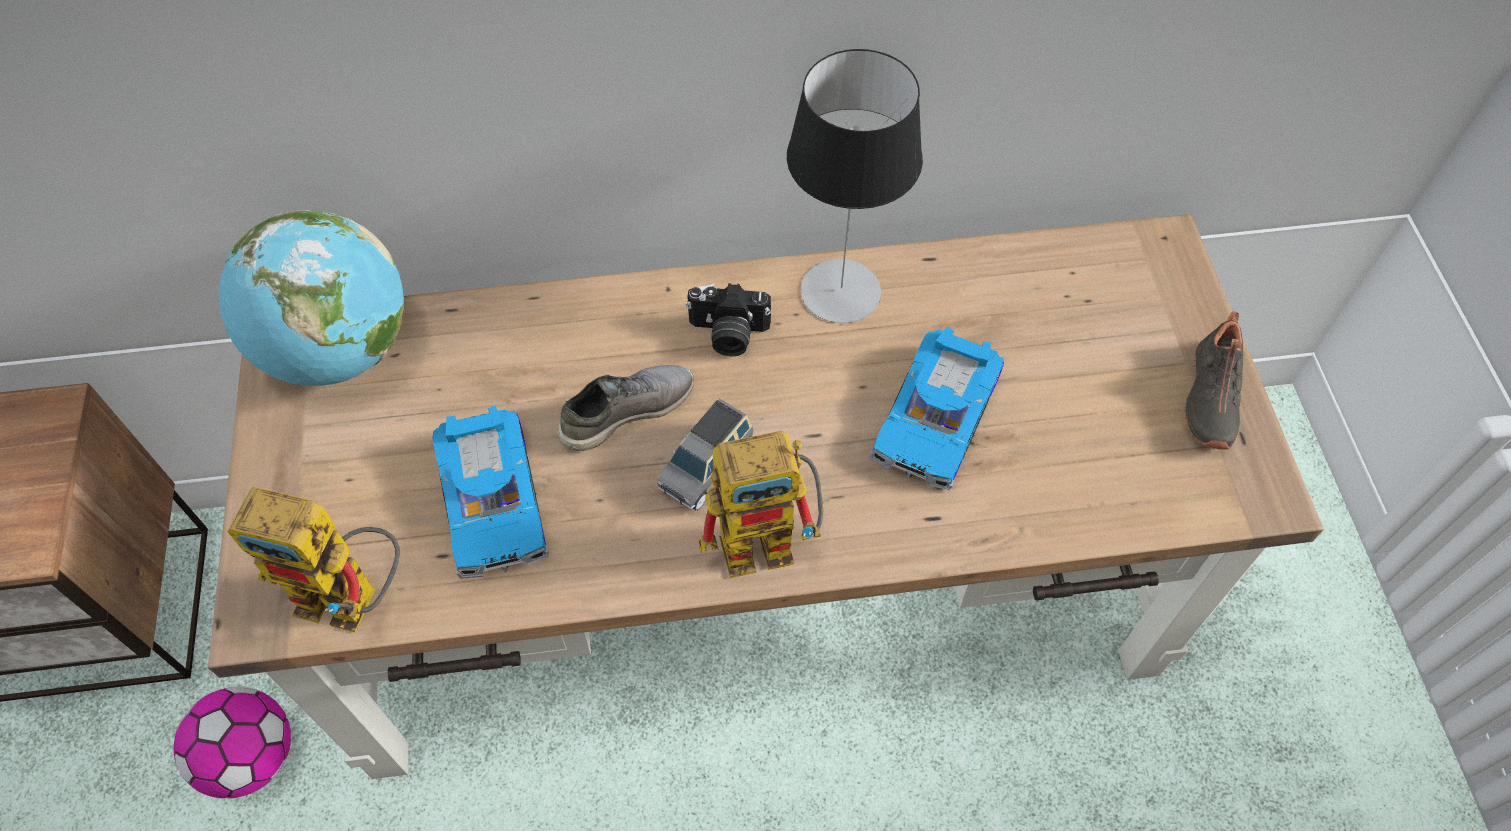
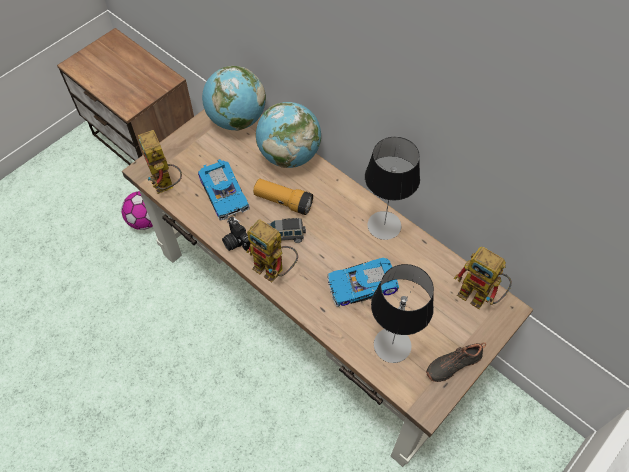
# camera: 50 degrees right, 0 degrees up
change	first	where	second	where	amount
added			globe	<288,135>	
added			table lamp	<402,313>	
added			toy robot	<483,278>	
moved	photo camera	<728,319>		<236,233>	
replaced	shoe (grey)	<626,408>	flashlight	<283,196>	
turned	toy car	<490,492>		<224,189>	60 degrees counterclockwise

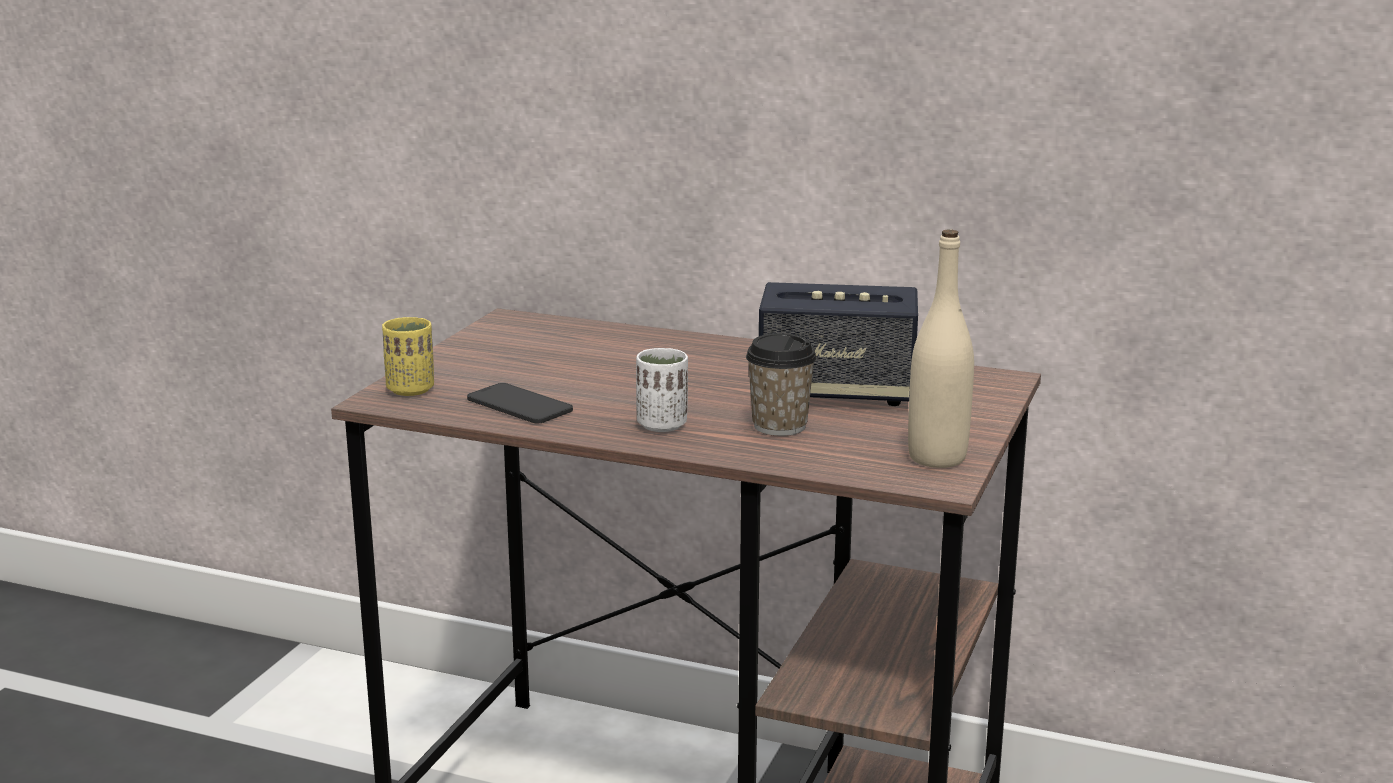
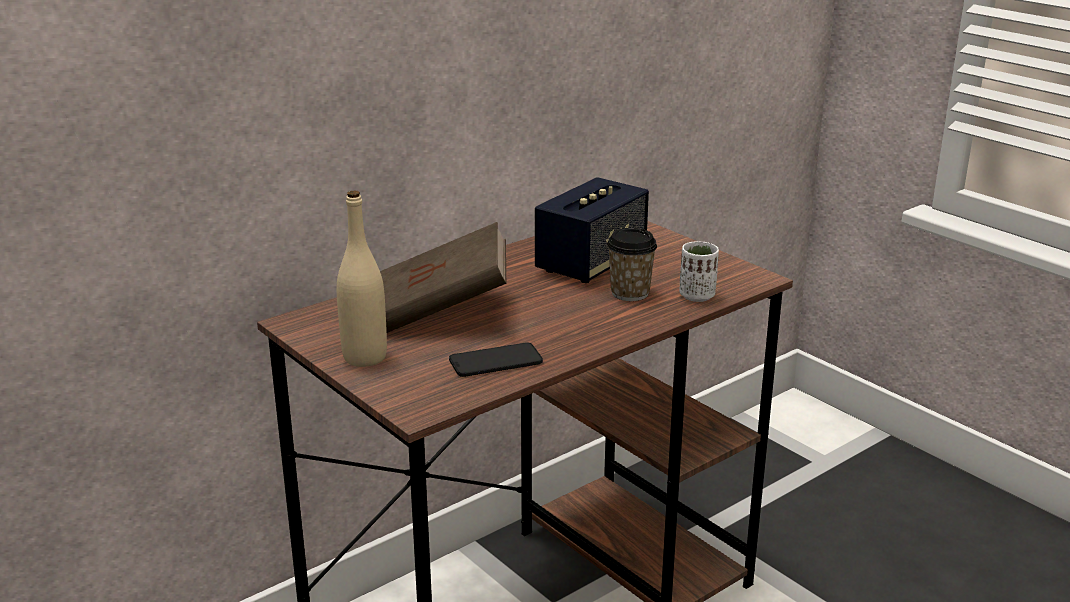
# camera: 60 degrees left, 5 degrees up
change	first	where	second	where	amount
removed	cup (yellow)	<408,356>			
added			book (brown)	<443,277>	
moved	cup (white)	<662,390>		<699,271>	
moved	bottle (beige)	<941,348>		<362,278>	

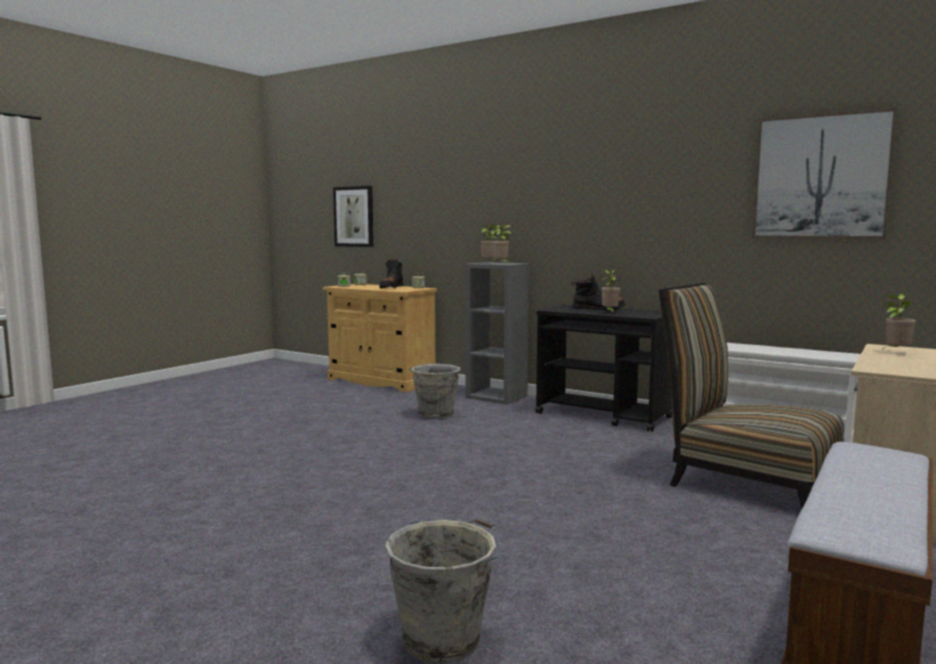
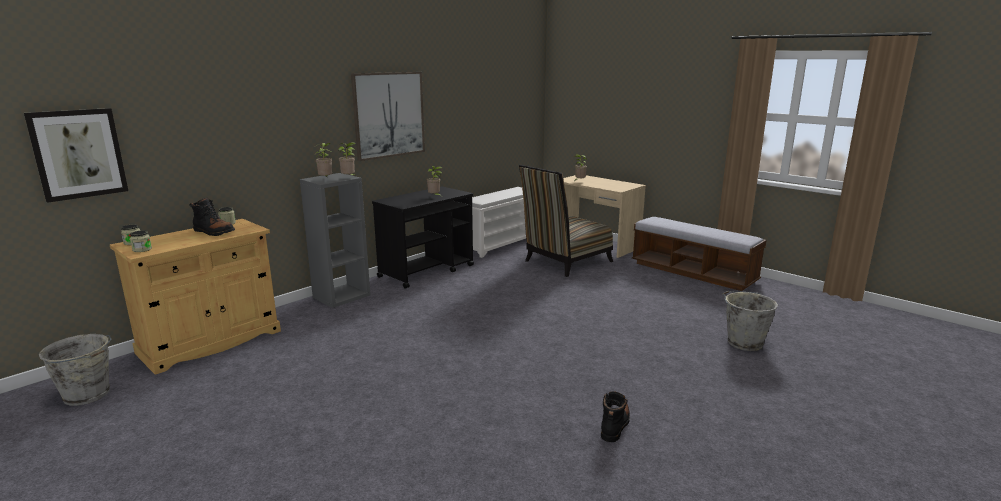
# camera: 80 degrees left, 10 degrees up
change	first	where	second	where	amount
moved	bucket (grey)	<434,391>		<75,370>	
moved	boot (black)	<598,292>		<615,416>	
moved	picture	<824,173>		<388,116>	

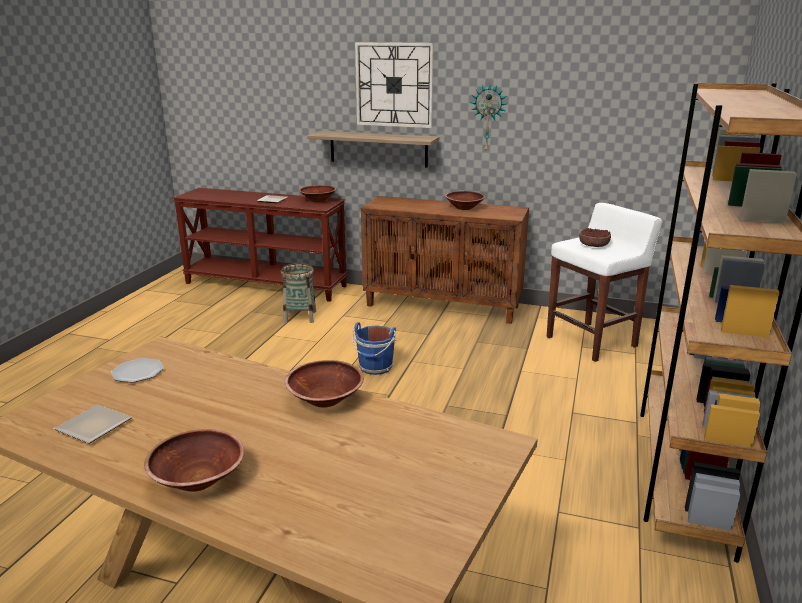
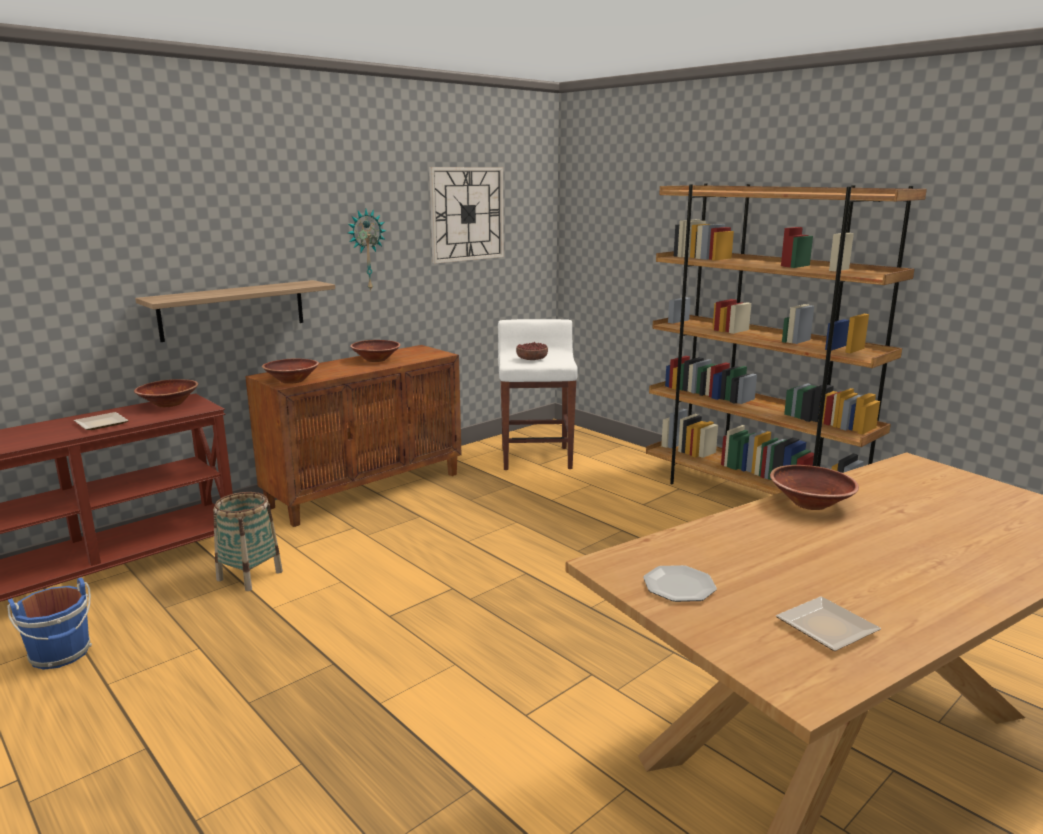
# camera: 60 degrees left, 5 degrees down
change	first	where	second	where	amount
moved	bowl (brown)	<194,460>		<290,371>	
moved	bucket (blue)	<374,348>		<49,623>	
moved	wall clock	<394,85>		<466,215>	

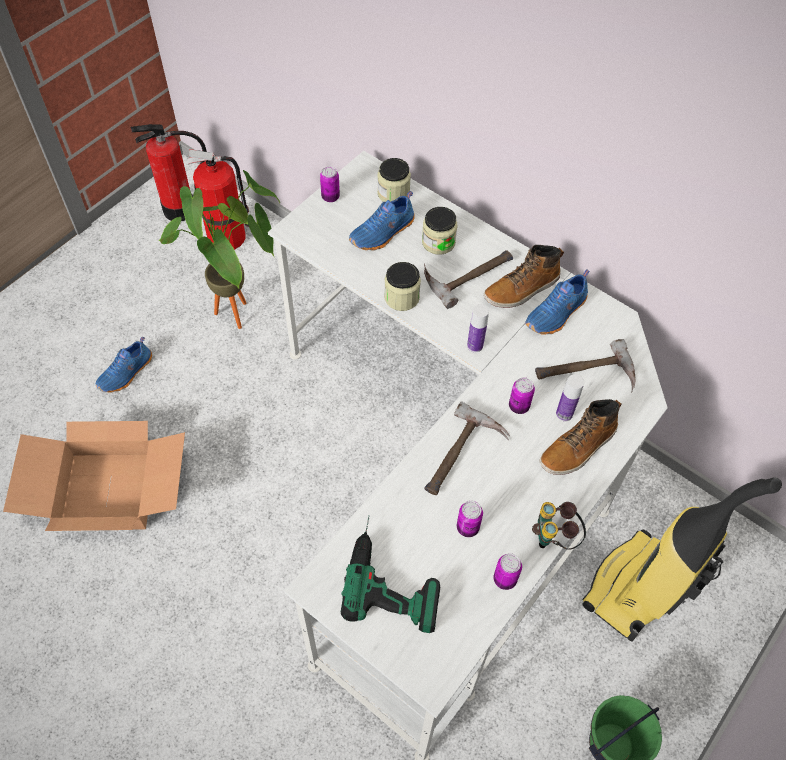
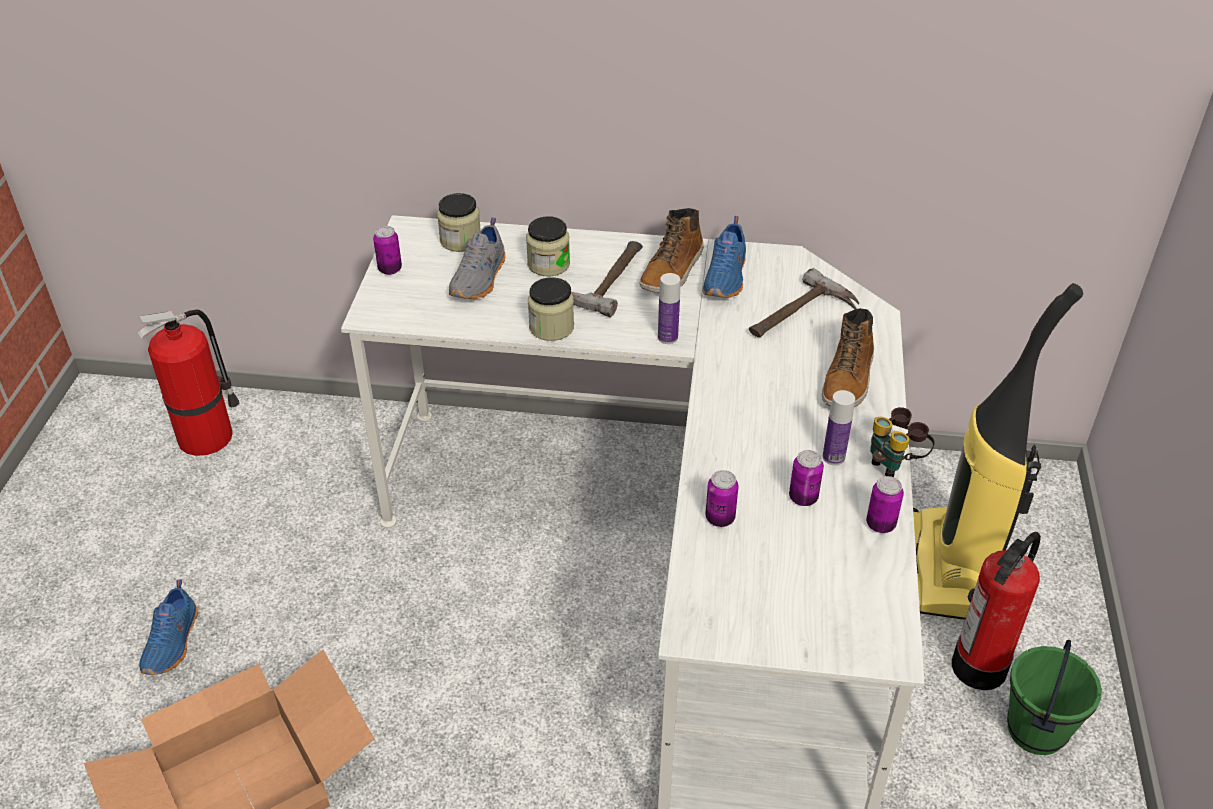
# camera: 30 degrees left, 15 degrees down
change	first	where	second	where	amount
removed	potted plant	<219,249>			
removed	power drill	<390,574>			
removed	hammer	<467,448>			
moved	fire extinguisher	<168,172>		<996,611>	
moved	can	<522,395>		<722,498>	
moved	bottle	<570,398>		<838,427>	
recoloured	shoe (blue)	<382,221>	shoe (grey)	<477,258>	

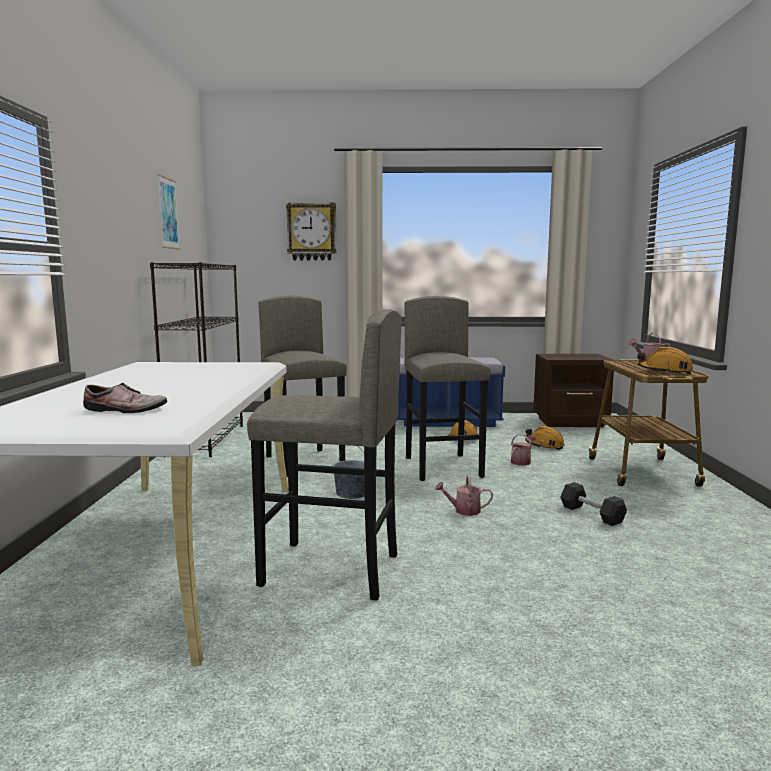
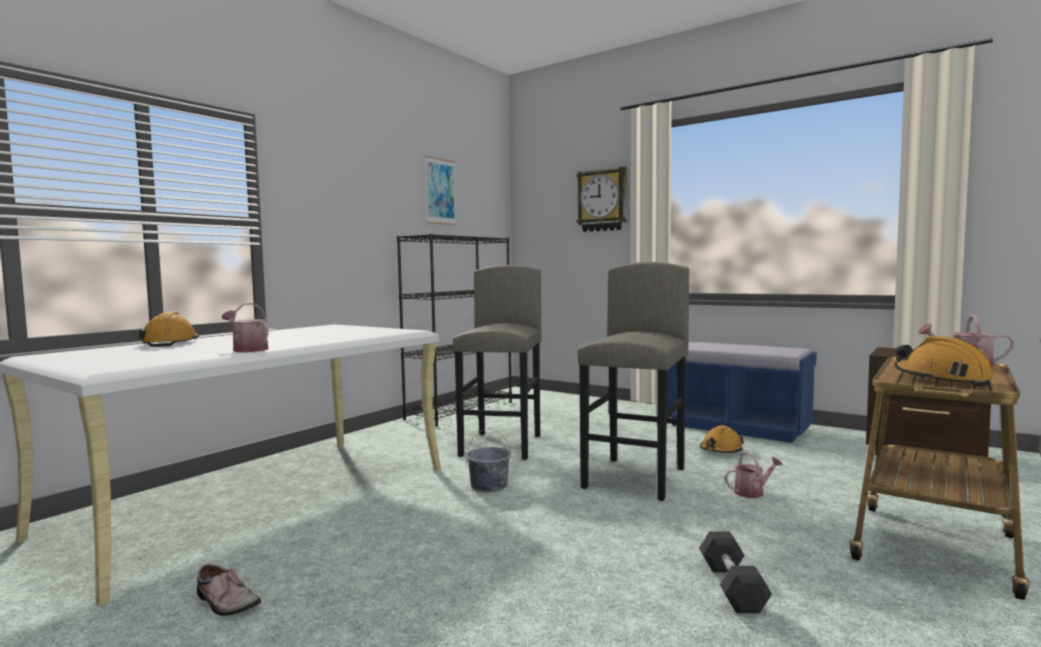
# camera: 35 degrees right, 5 degrees down
change	first	where	second	where	amount
removed	stool (grey)	<324,454>			
moved	shoe	<125,397>		<229,590>	
moved	watering can	<463,495>		<245,327>	
moved	hard hat (orange)	<545,438>		<168,329>	

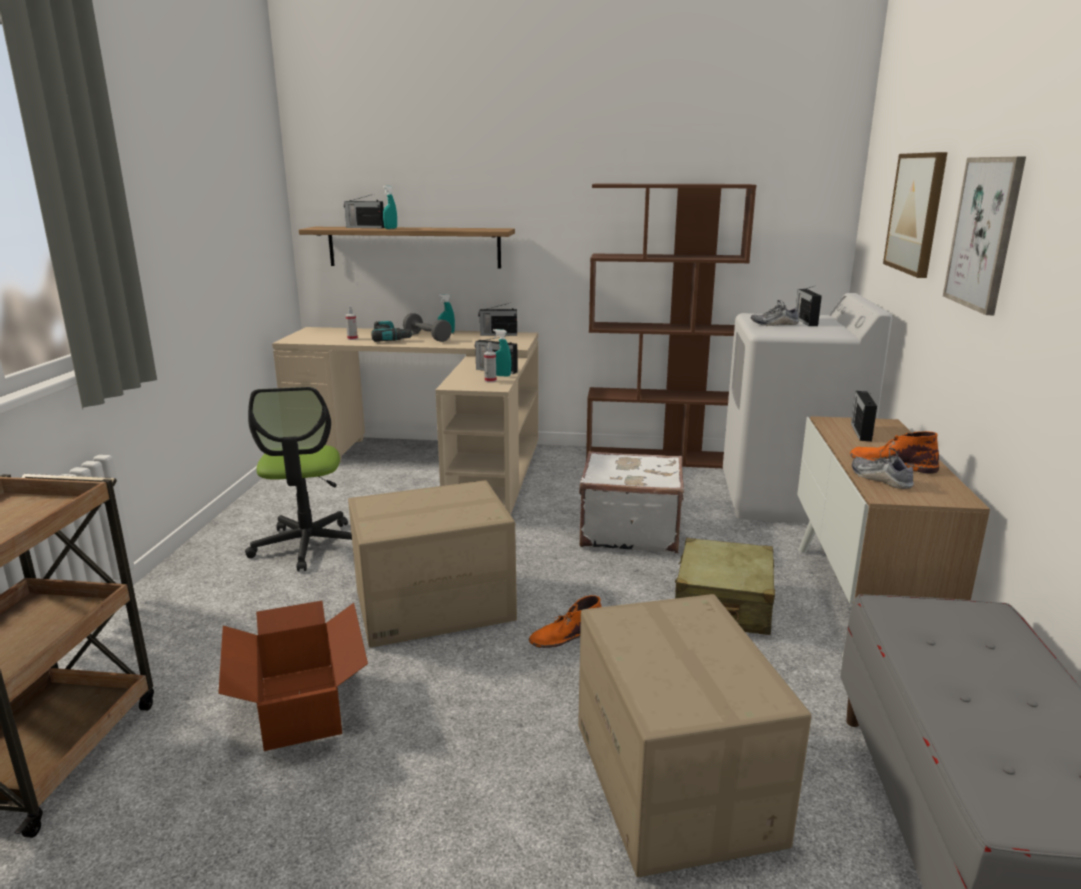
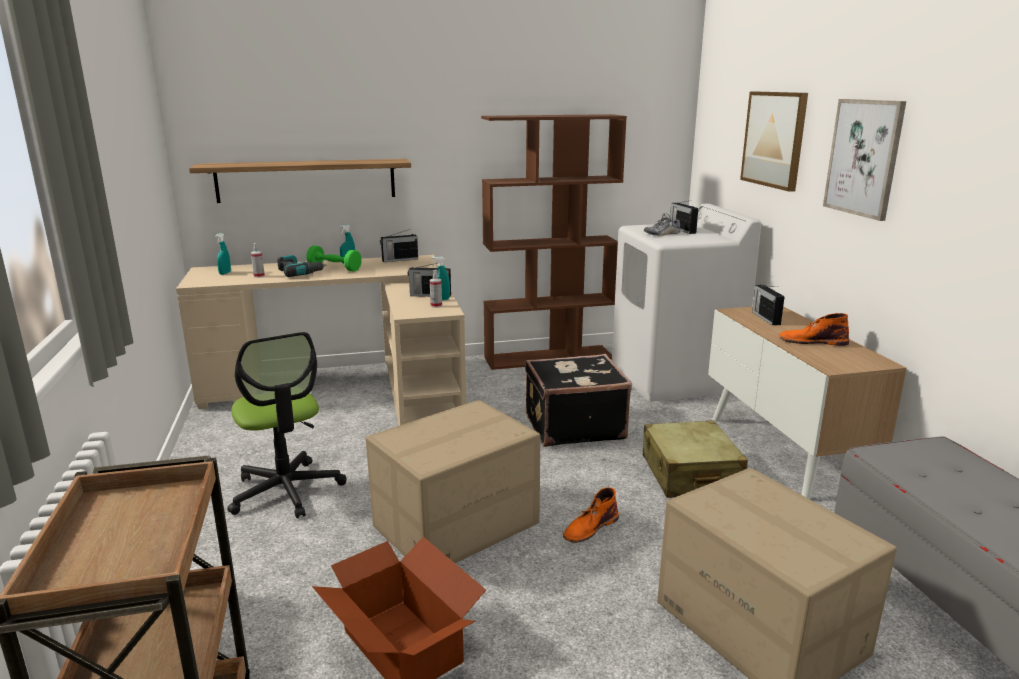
# camera: 20 degrees left, 0 degrees up
change	first	where	second	where	amount
removed	radio	<364,211>			
removed	shoe	<883,468>			
moved	spray bottle (turquoise)	<390,207>		<223,254>	
recoloured	dumbbell (grey)	<427,327>	dumbbell (green)	<334,258>	
recoloured	suitcase (white)	<631,502>	suitcase (black)	<578,400>	

